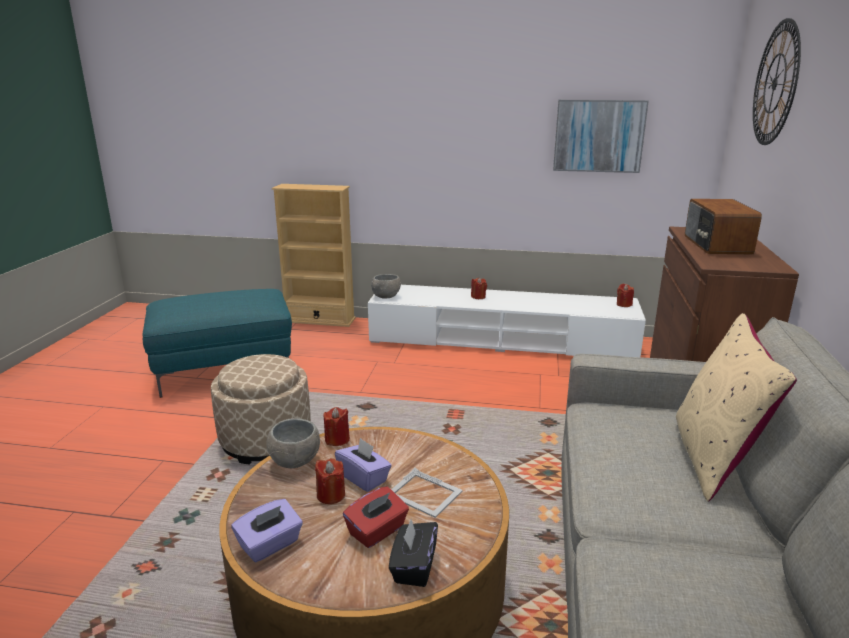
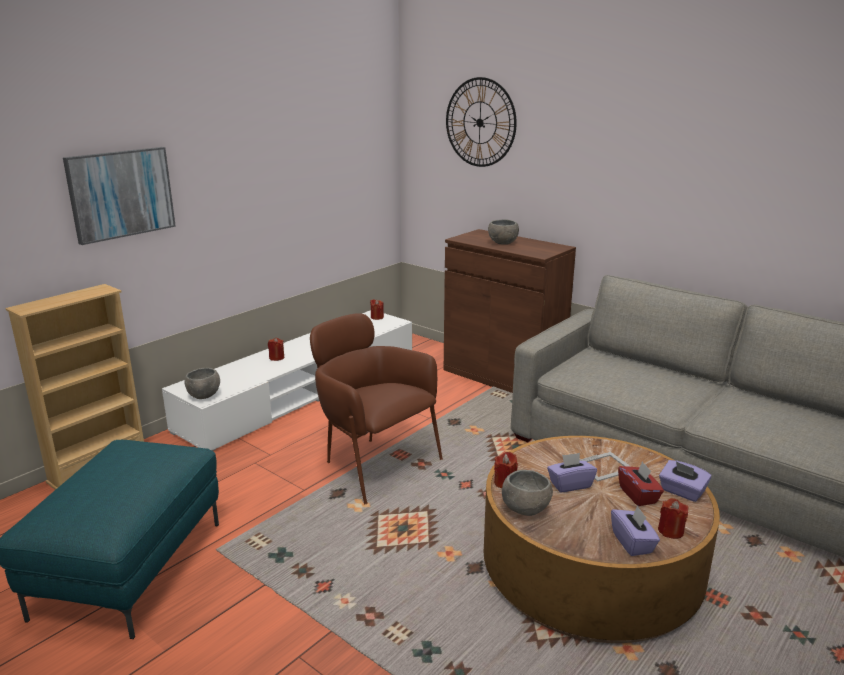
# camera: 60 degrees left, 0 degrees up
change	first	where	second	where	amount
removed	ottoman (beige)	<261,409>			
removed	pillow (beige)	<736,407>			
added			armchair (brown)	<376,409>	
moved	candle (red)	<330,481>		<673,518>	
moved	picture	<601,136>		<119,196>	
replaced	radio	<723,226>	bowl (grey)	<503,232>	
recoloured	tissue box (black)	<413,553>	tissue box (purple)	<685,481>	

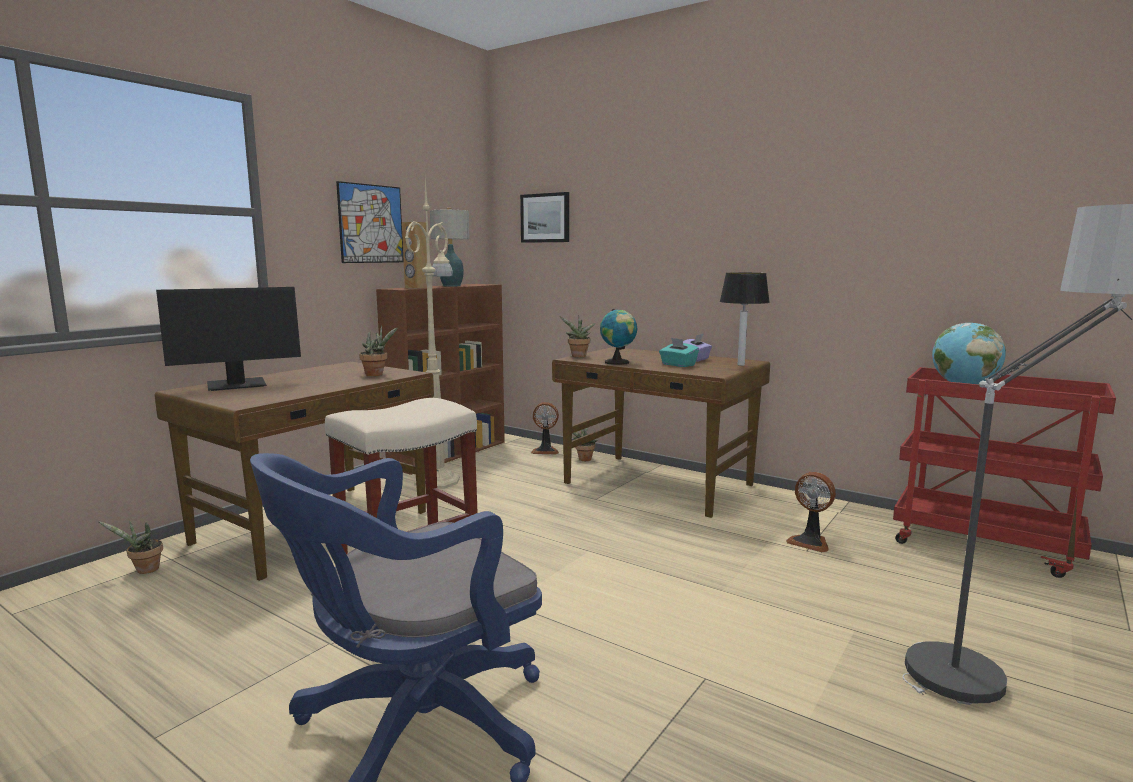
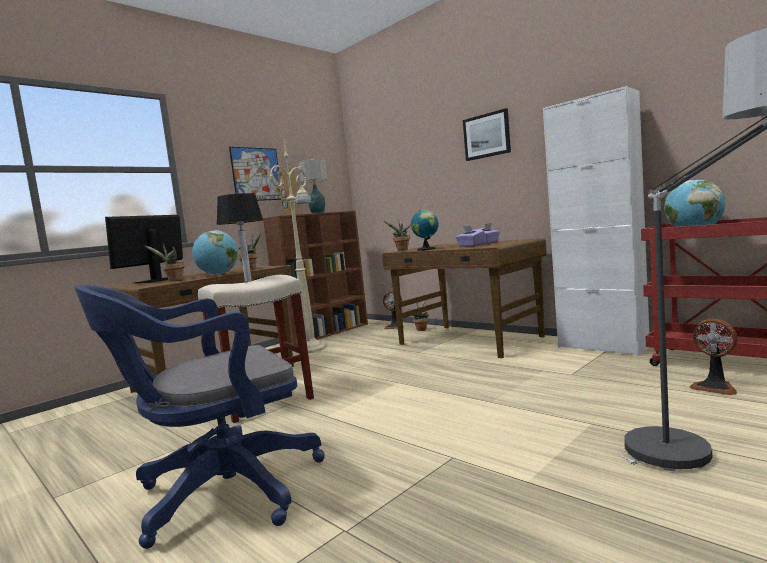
# camera: 10 degrees right, 5 degrees down
change	first	where	second	where	amount
added			globe	<215,252>	
added			cabinet (white)	<596,221>	
moved	potted plant	<130,547>		<164,262>	
moved	picture	<544,217>		<487,134>	
moved	table lamp	<745,319>		<239,237>	
moved	fan	<811,512>		<713,356>	
recoloured	tissue box (turquoise)	<679,352>	tissue box (purple)	<470,236>	
turned	monitor	<228,339>		<144,249>	135 degrees clockwise

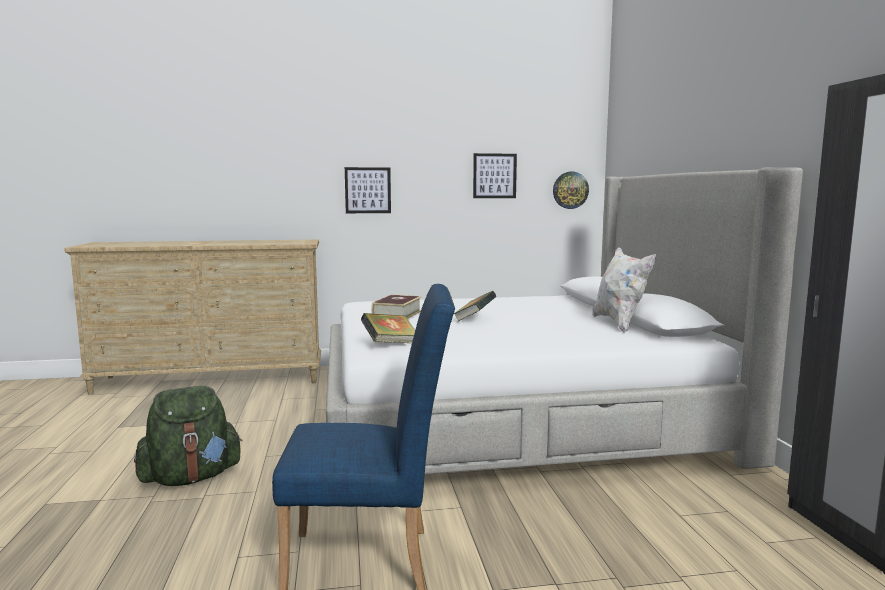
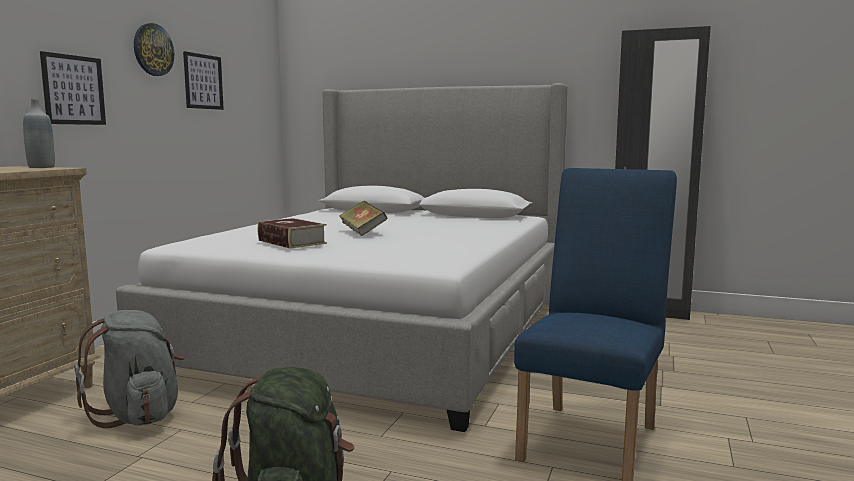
# camera: 60 degrees left, 0 degrees up
change	first	where	second	where	amount
removed	book	<388,328>			
removed	pillow (white)	<624,290>			
added			bottle (grey)	<39,133>	
added			backpack (grey)	<129,369>	
moved	wall clock	<571,190>		<154,49>	

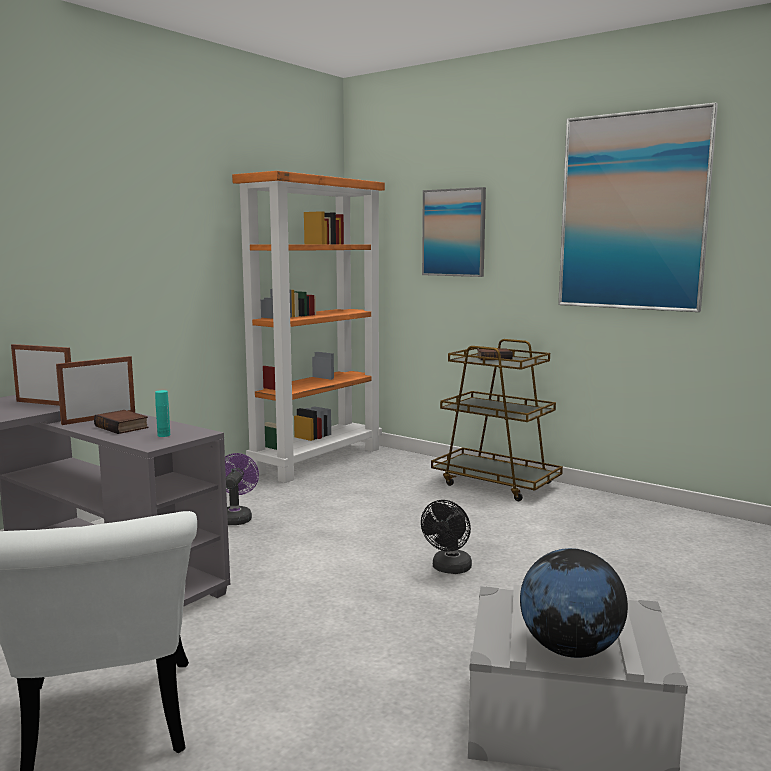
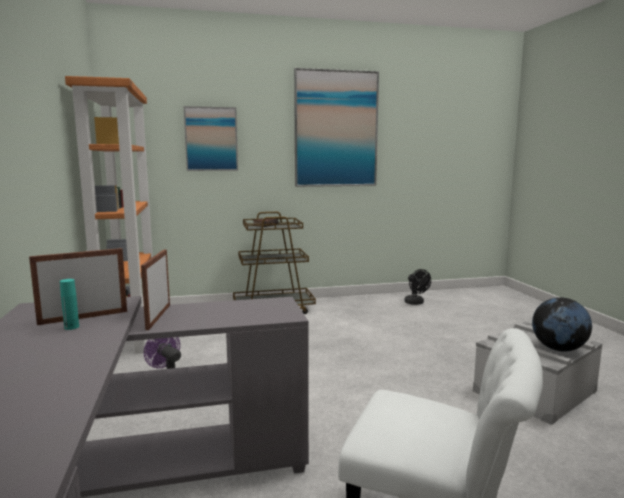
# camera: 50 degrees left, 0 degrees up
change	first	where	second	where	amount
removed	book	<121,422>			
moved	bottle (turquoise)	<162,413>		<69,304>	
moved	fan (black)	<446,537>		<417,287>	

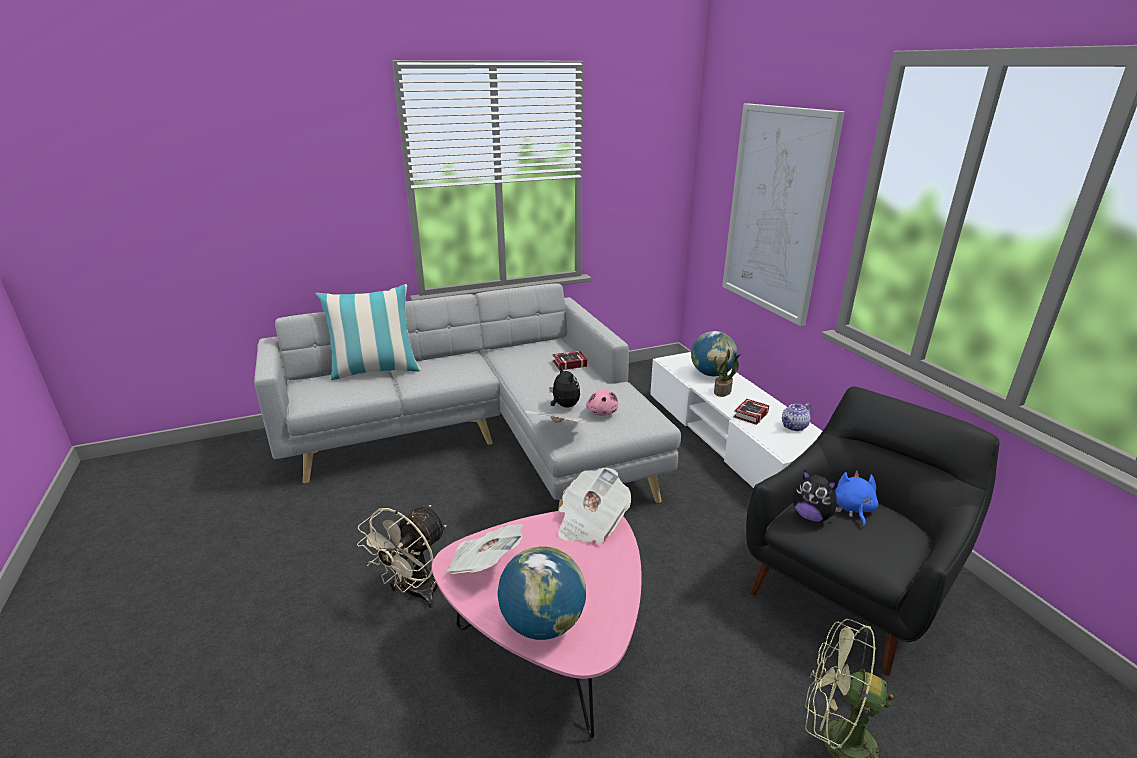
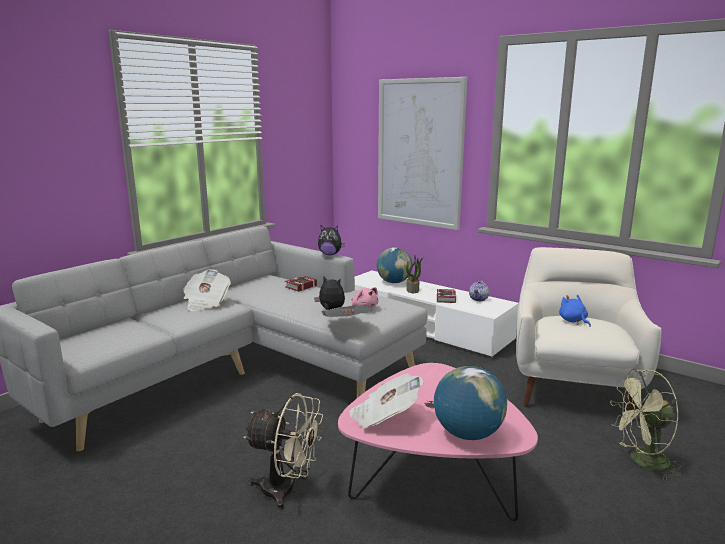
# camera: 30 degrees left, 10 degrees down
change	first	where	second	where	amount
removed	pillow	<368,332>			
moved	newspaper	<594,506>		<207,290>	
moved	plush toy	<818,495>		<331,240>	
recoloured	armchair (black)	<872,531>	armchair (white)	<588,334>	
turned	fan (beige)	<401,556>		<283,451>	75 degrees counterclockwise

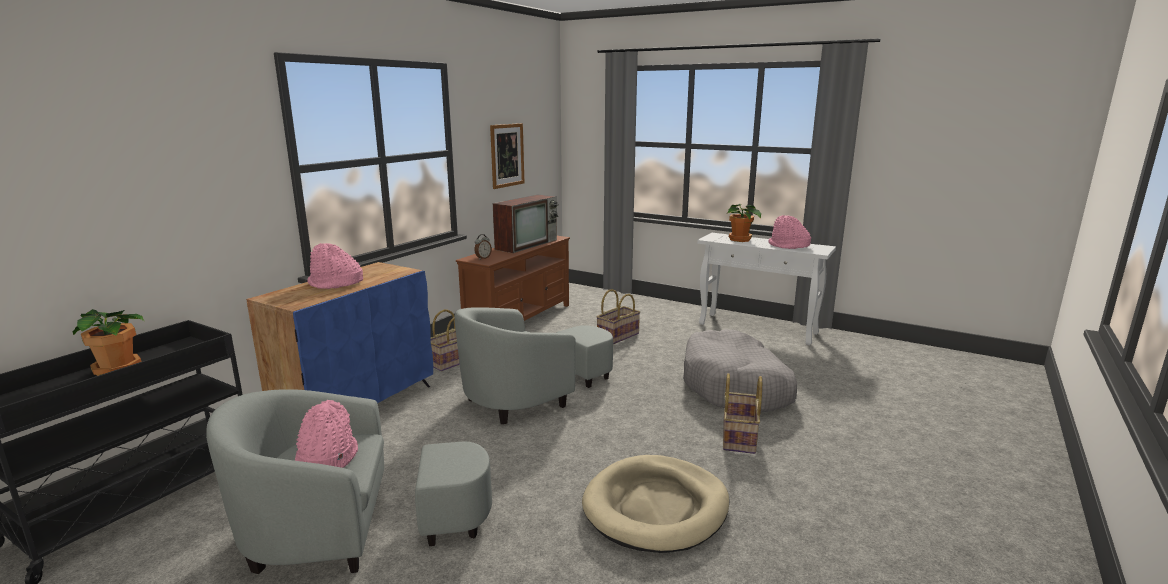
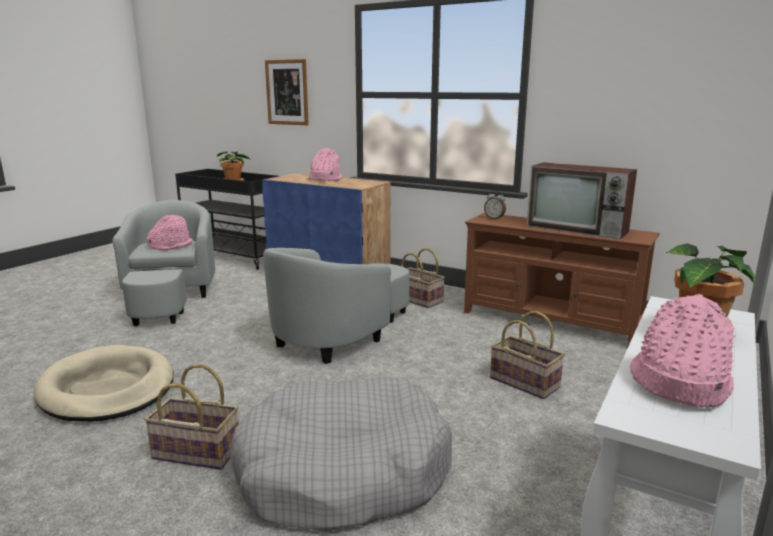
# camera: 90 degrees right, 0 degrees up
change	first	where	second	where	amount
moved	picture	<507,156>		<287,92>	
turned	armchair (grey)	<534,365>		<336,306>	105 degrees counterclockwise

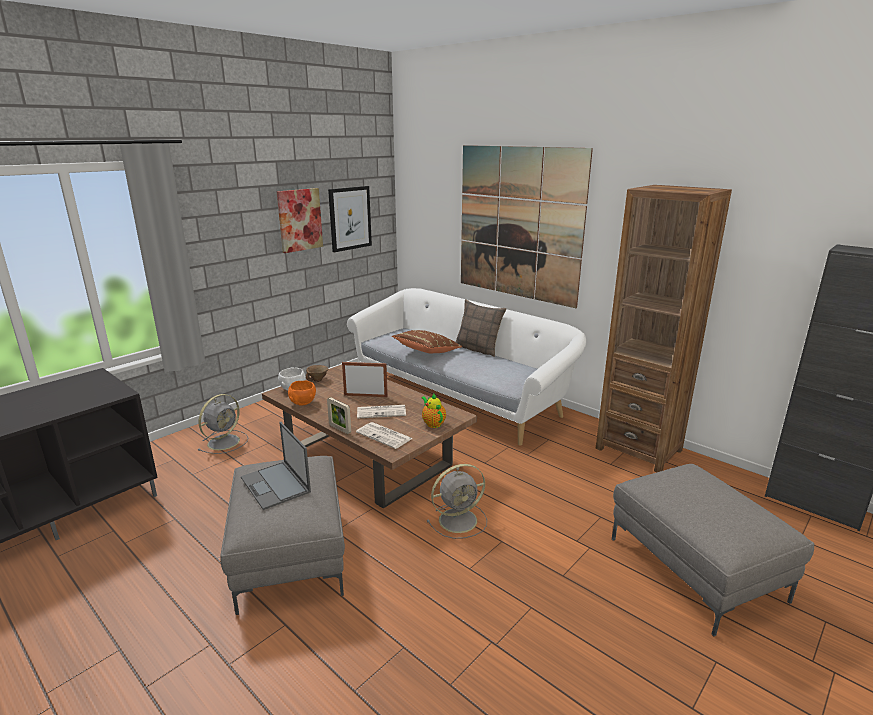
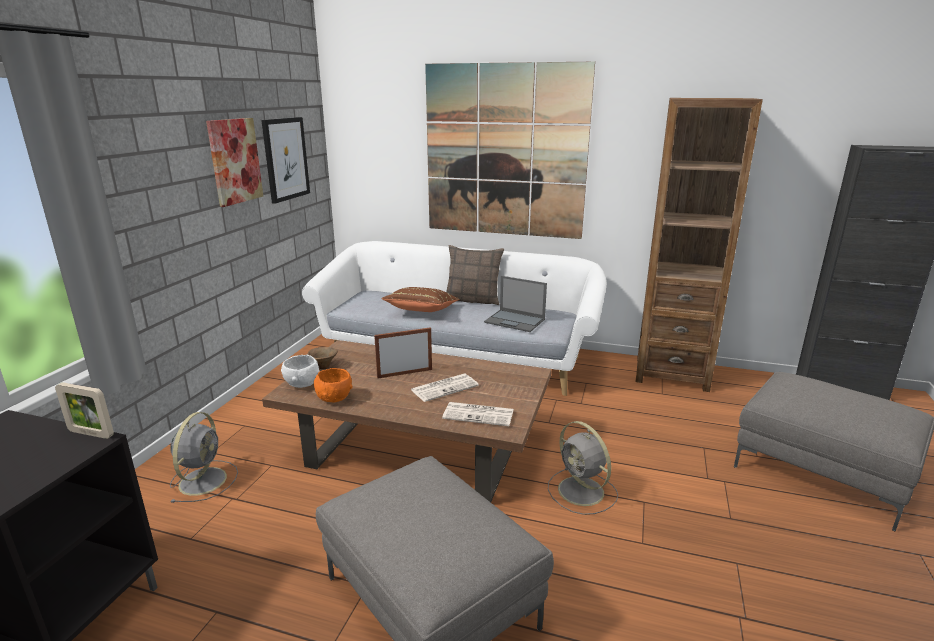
# camera: 25 degrees left, 0 degrees up
change	first	where	second	where	amount
removed	teapot	<433,411>			
moved	laptop	<276,466>		<515,304>	
moved	picture frame	<339,415>		<84,410>	
turned	fan (grey)	<457,501>		<583,468>	105 degrees clockwise

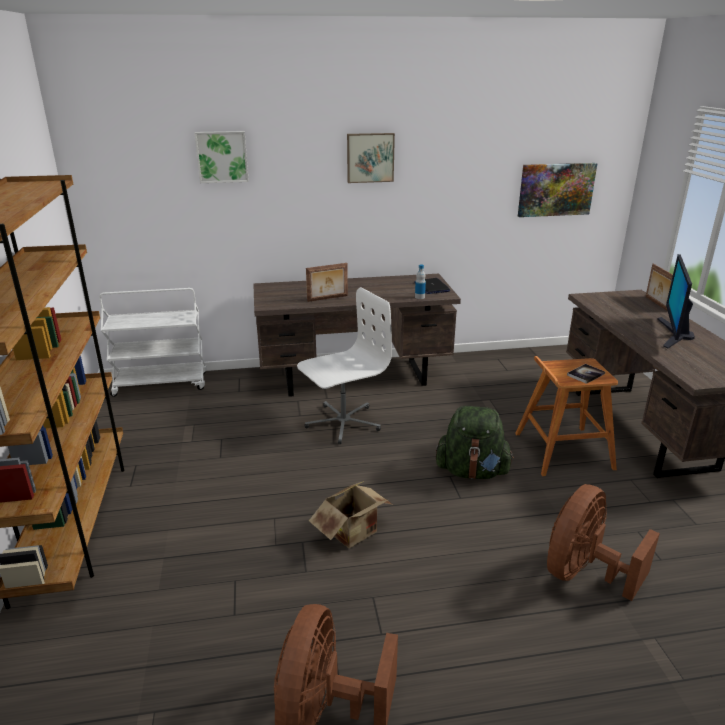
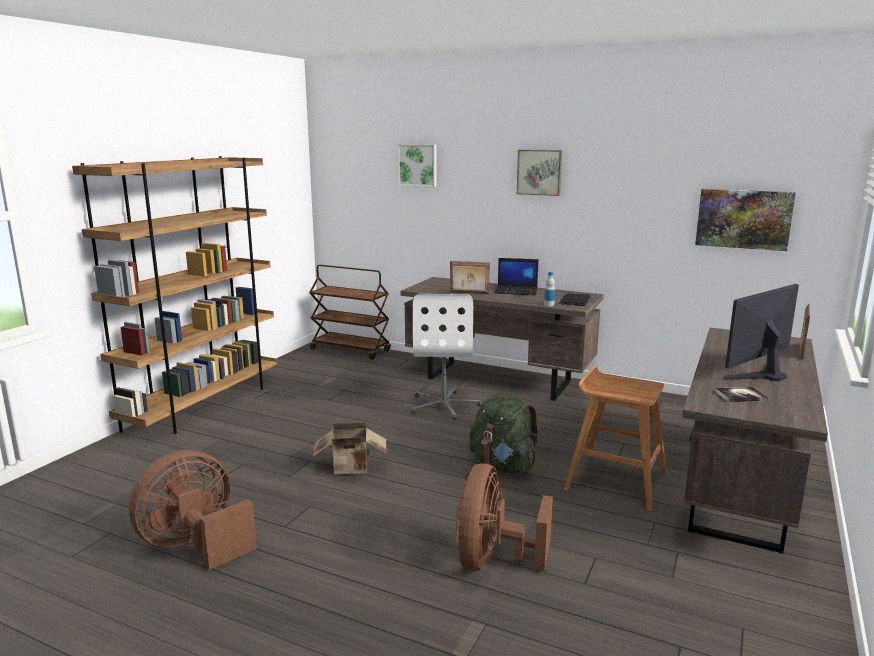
# camera: 35 degrees right, 10 degrees down
change	first	where	second	where	amount
added			laptop	<516,276>	
moved	book	<586,374>		<742,394>	
recoloured	cart (white)	<153,342>	cart (brown)	<350,312>	
turned	office chair (white)	<344,365>		<446,357>	90 degrees clockwise
turned	fan (brown)	<603,542>		<504,518>	60 degrees counterclockwise

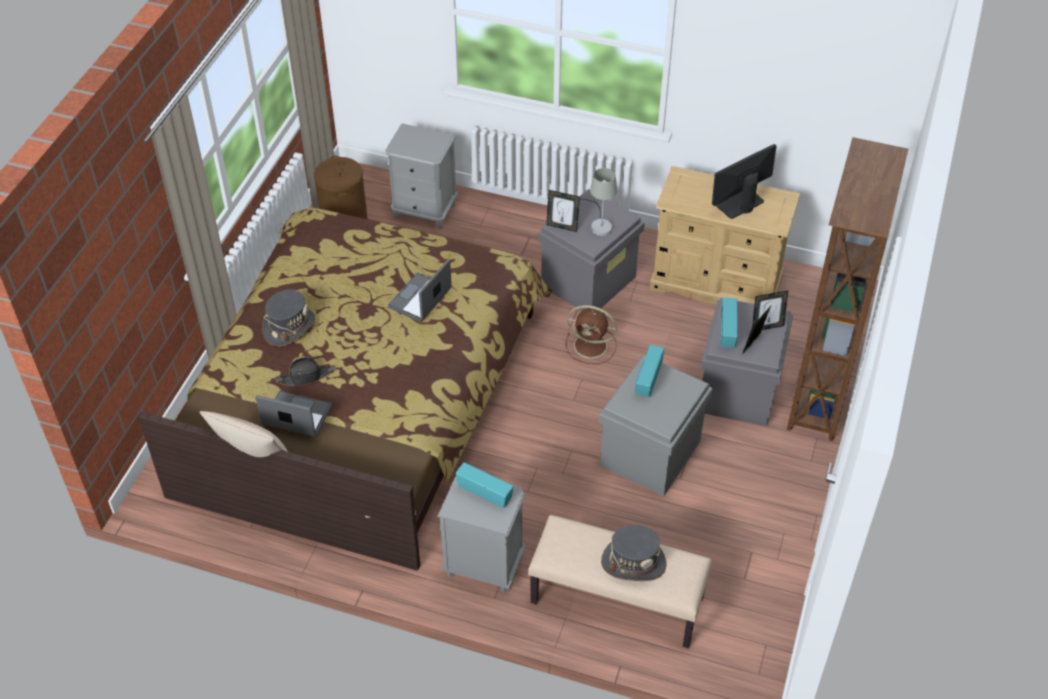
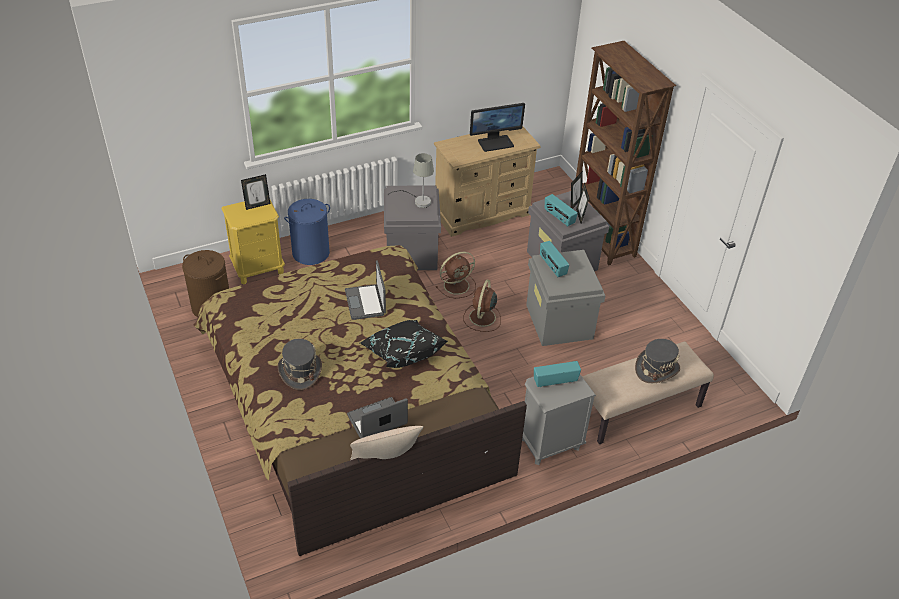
# camera: 45 degrees left, 5 degrees down
change	first	where	second	where	amount
removed	hat (black)	<305,371>			
added			laundry basket (blue)	<307,232>	
added			pillow (black)	<404,344>	
added			fan (brown)	<482,306>	
moved	picture frame	<563,211>		<255,192>	
recoloured	nightstand (grey)	<421,176>	nightstand (yellow)	<253,242>	
turned	monitor	<744,181>		<497,127>	120 degrees counterclockwise

